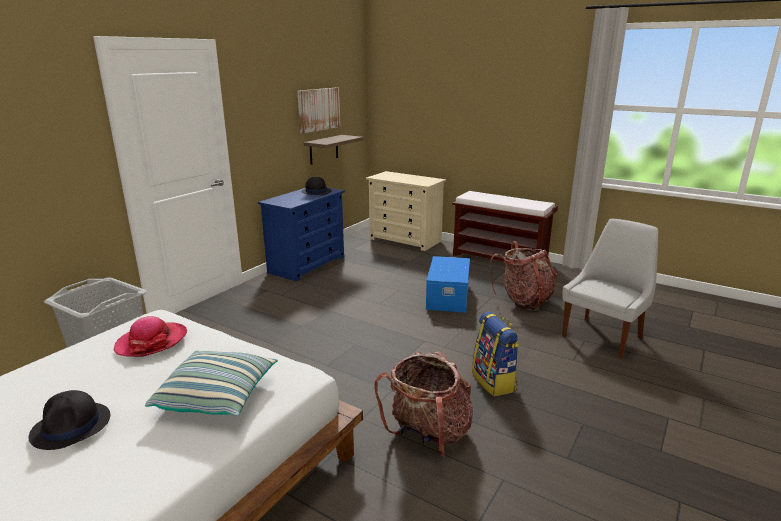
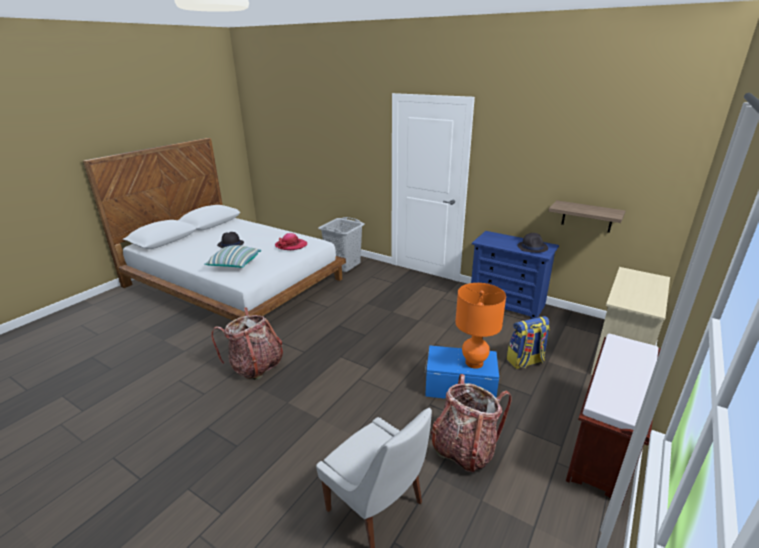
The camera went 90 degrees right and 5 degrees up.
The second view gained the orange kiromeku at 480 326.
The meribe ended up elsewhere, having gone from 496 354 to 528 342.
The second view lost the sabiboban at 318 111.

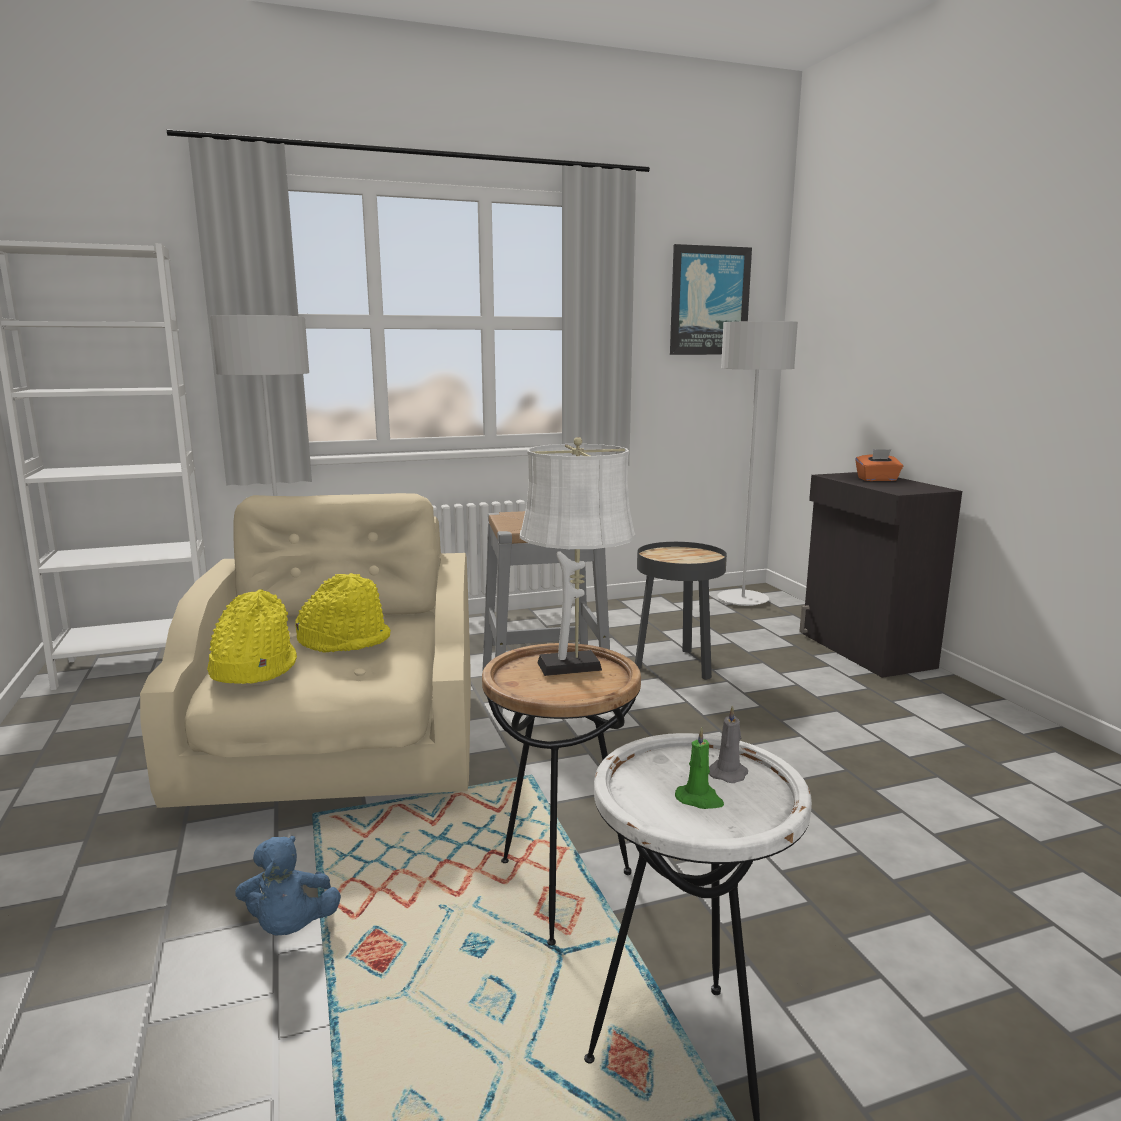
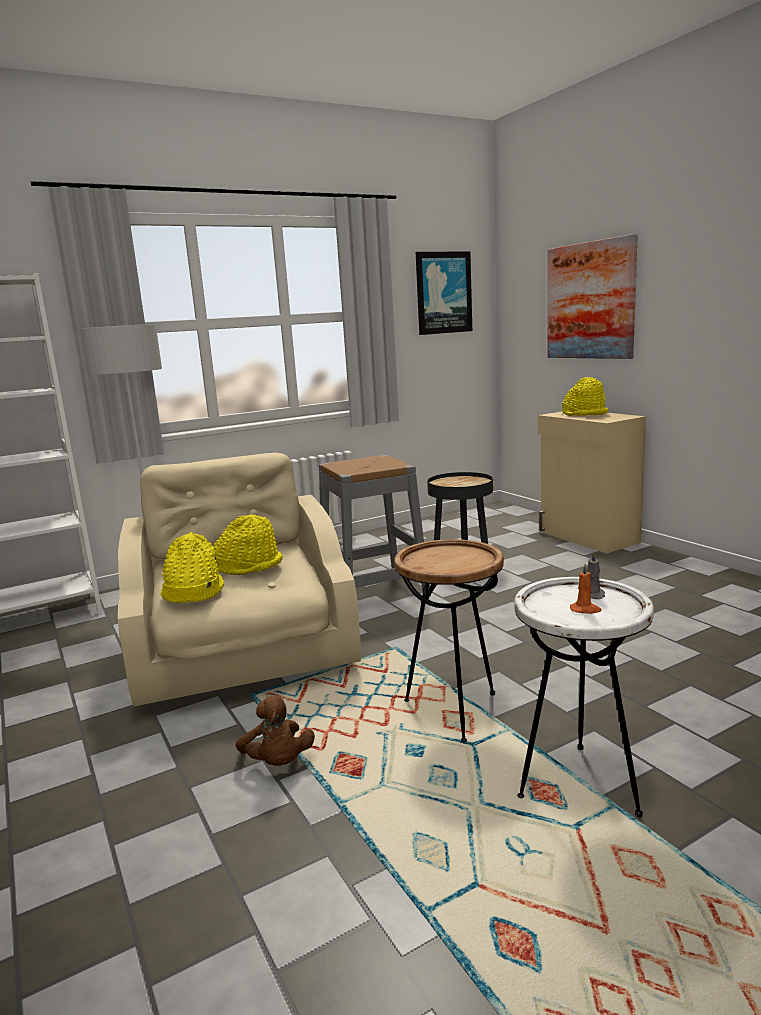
The camera went 10 degrees left and 0 degrees up.
What was the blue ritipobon at 288 885 turned into the brown ritipobon at 275 730.
What was the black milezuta at 880 575 turned into the beige milezuta at 592 483.
The second view gained the sabiboban at 592 296.
Where the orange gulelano stood at 879 465, the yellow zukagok came to stand at 585 396.
What was the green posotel at 699 768 turned into the orange posotel at 586 589.
The second view lost the white kiromeku at 578 556.
The second view lost the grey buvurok at 757 463.

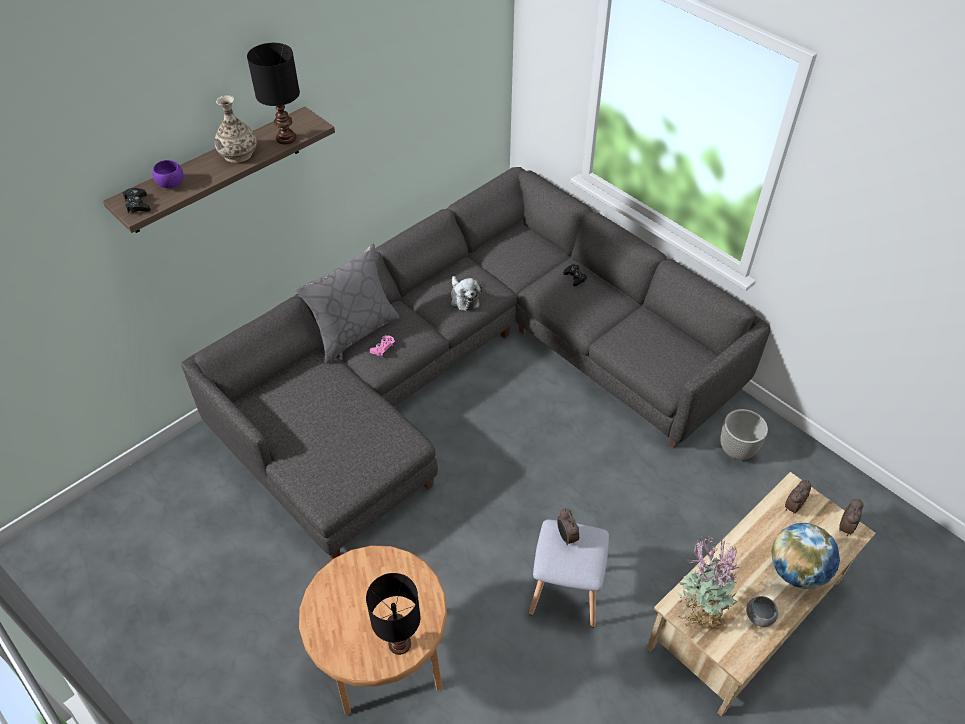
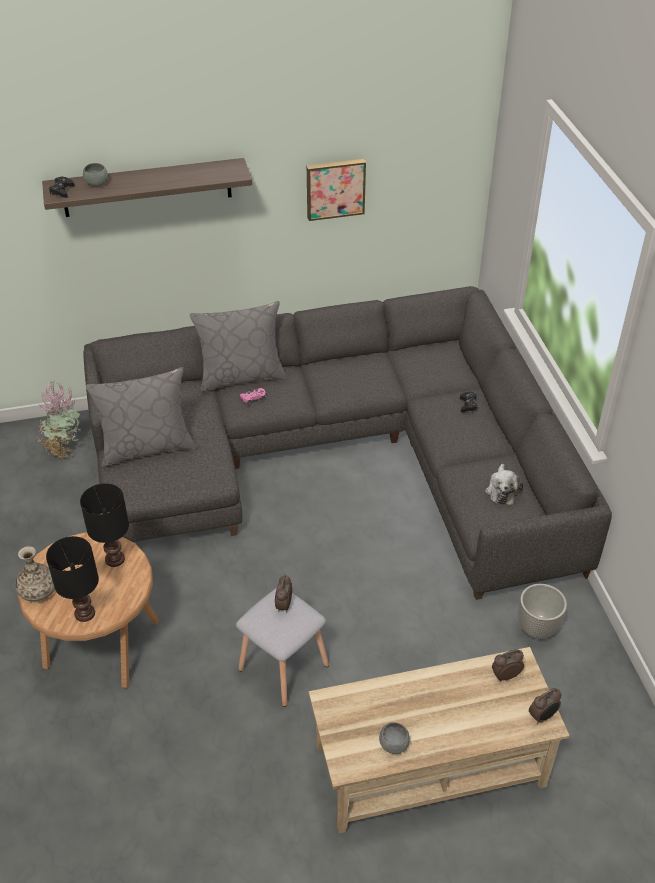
The camera went 30 degrees right and 5 degrees down.
The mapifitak ended up elsewhere, having gone from 236 129 to 35 574.
The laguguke ended up elsewhere, having gone from 709 583 to 59 420.
The black kiromeku ended up elsewhere, having gone from 273 93 to 104 525.
What was the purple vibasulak at 168 174 turned into the grey vibasulak at 95 175.
The second view gained the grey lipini at 141 417.
The second view gained the sabiboban at 336 190.
The ritipobon ended up elsewhere, having gone from 466 293 to 504 484.
The second view lost the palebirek at 805 556.

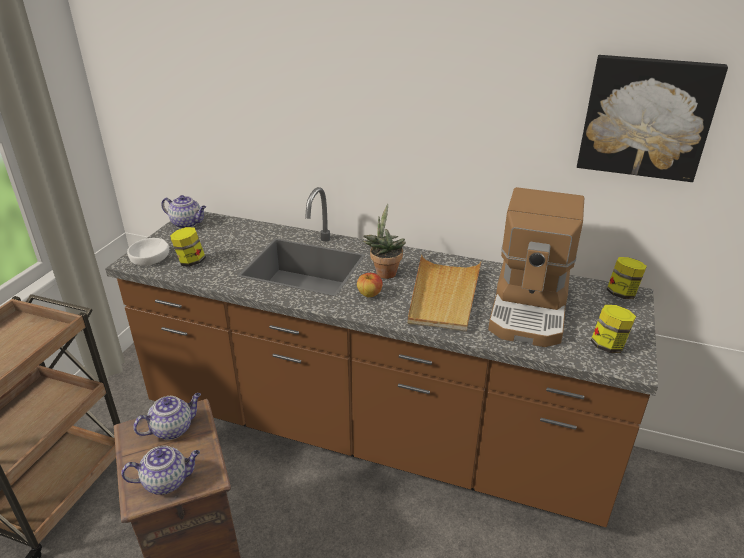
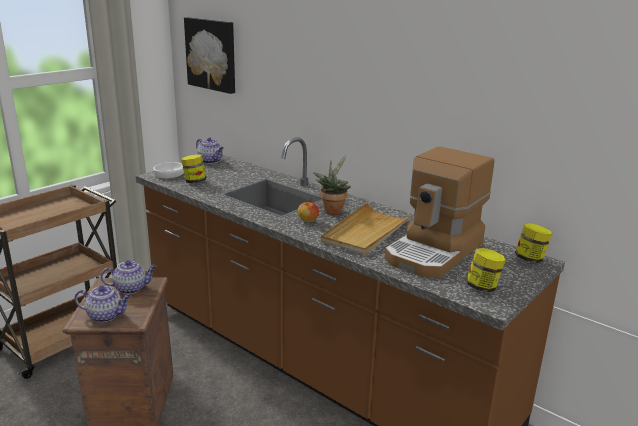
The camera went 20 degrees right and 10 degrees down.
The sabiboban ended up elsewhere, having gone from 652 118 to 209 55.

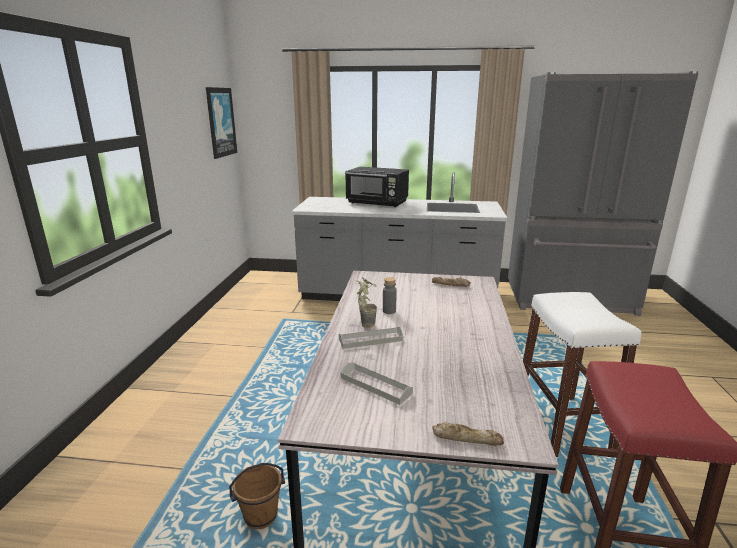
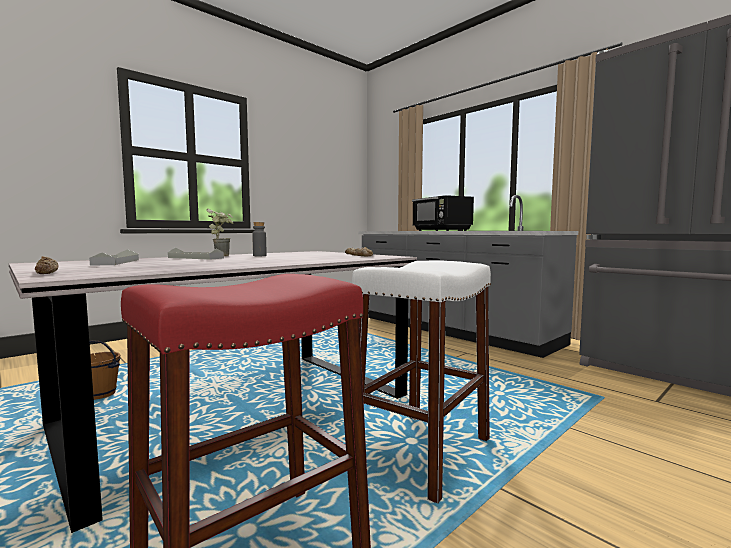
The camera went 40 degrees right and 15 degrees down.
The second view lost the sabiboban at 221 123.

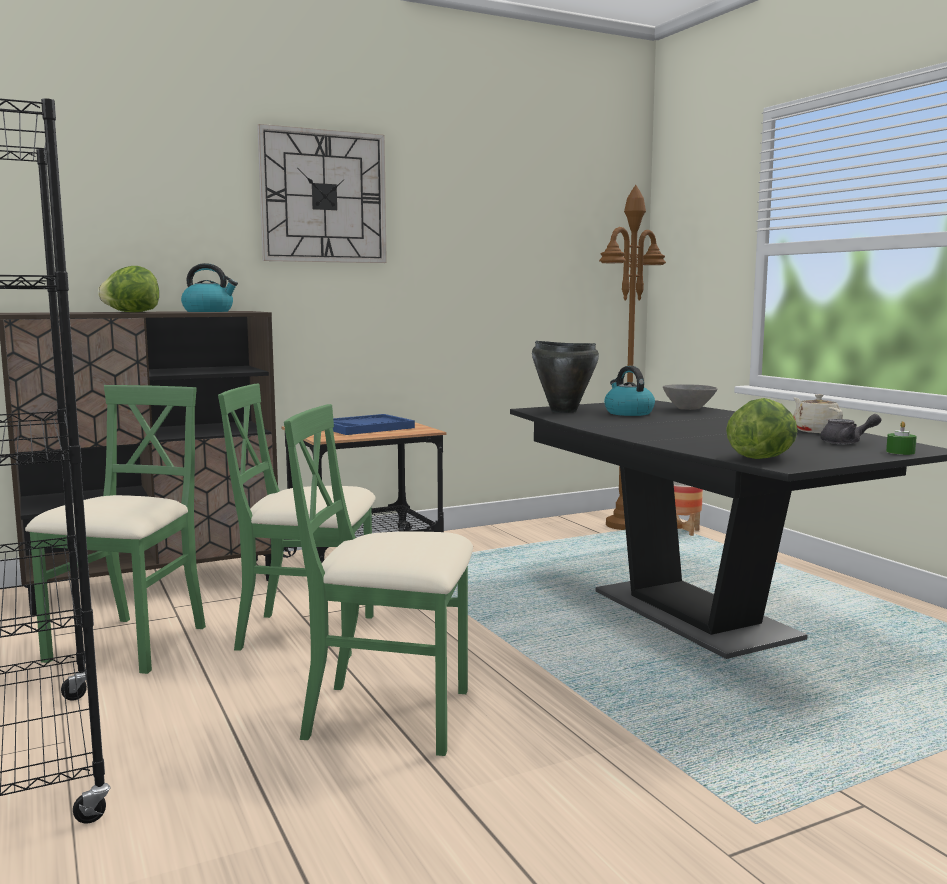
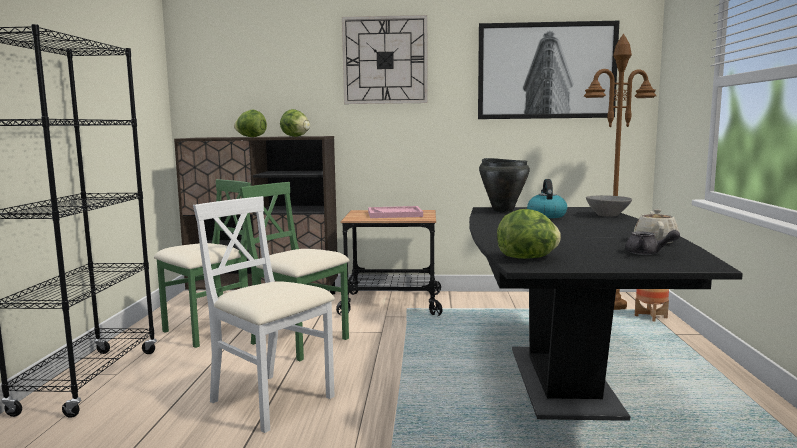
The camera went 30 degrees right and 0 degrees up.
What was the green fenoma at 378 580 turned into the white fenoma at 264 314.
Where the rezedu stood at 209 287, the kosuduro came to stand at 295 123.
What was the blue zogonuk at 374 424 turned into the pink zogonuk at 395 212.
The second view gained the sabiboban at 548 70.
The second view lost the green posotel at 901 438.

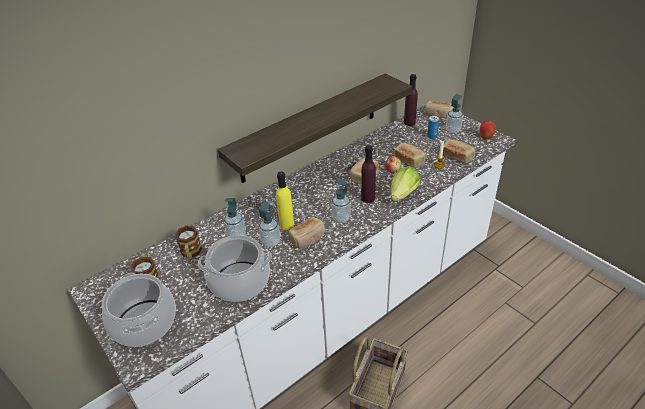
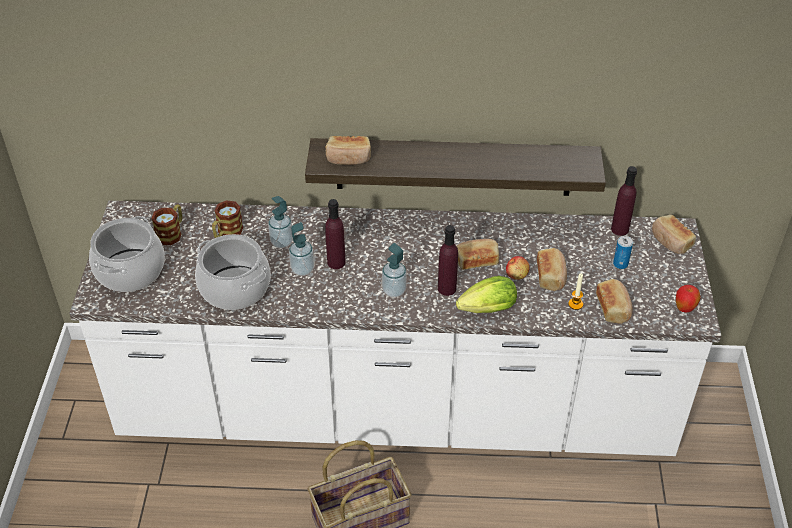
The camera went 40 degrees right and 5 degrees up.
What was the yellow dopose at 285 200 turned into the purple dopose at 335 234.
The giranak ended up elsewhere, having gone from 306 233 to 348 150.
The second view lost the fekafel at 454 113.

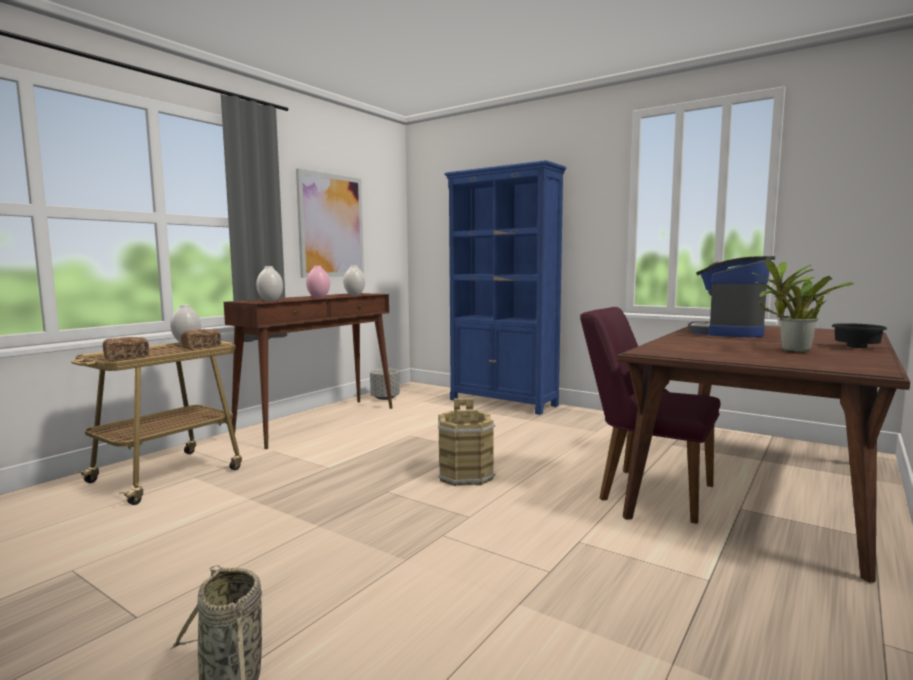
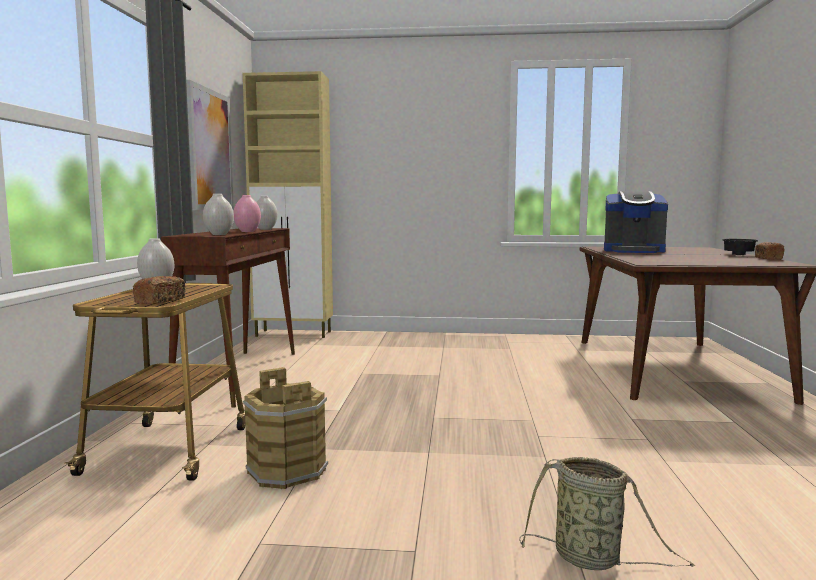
The camera went 30 degrees left and 0 degrees up.
The second view gained the beige milezuta at 288 204.
The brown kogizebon ended up elsewhere, having gone from 466 442 to 285 428.
The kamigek at 731 296 ended up facing another way, 75 degrees counterclockwise from before.
The giranak ended up elsewhere, having gone from 201 339 to 770 251.
The second view lost the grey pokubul at 385 384.
The second view lost the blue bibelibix at 505 287.
The second view lost the purple fenoma at 650 415.
The second view lost the laguguke at 803 306.

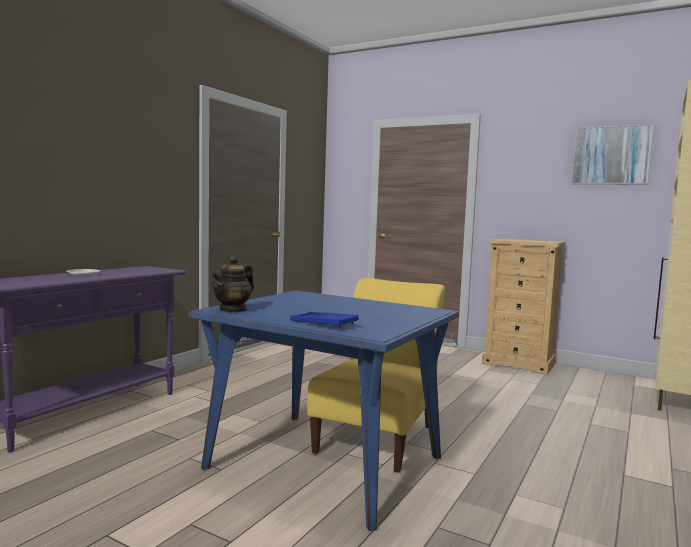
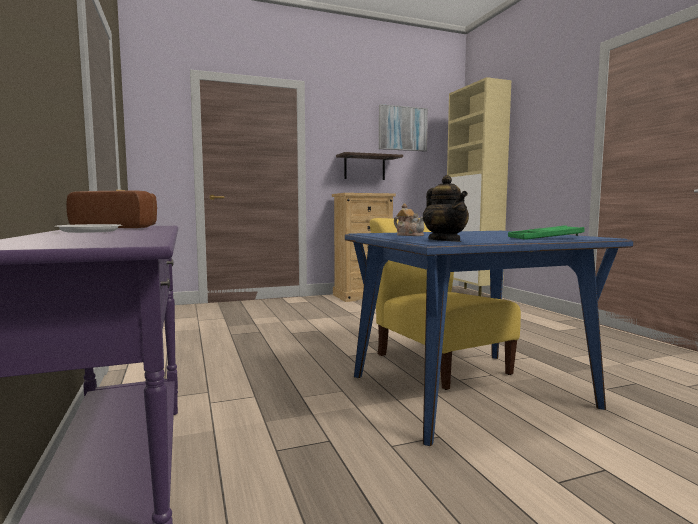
The camera went 50 degrees left and 0 degrees up.
The second view gained the giranak at 111 209.
The second view gained the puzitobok at 369 166.
The second view gained the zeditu at 409 219.
What was the blue zogonuk at 324 319 turned into the green zogonuk at 546 232.

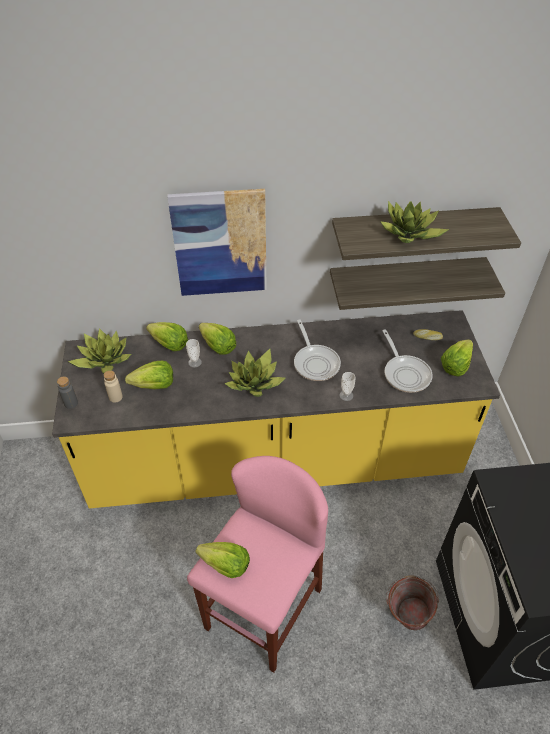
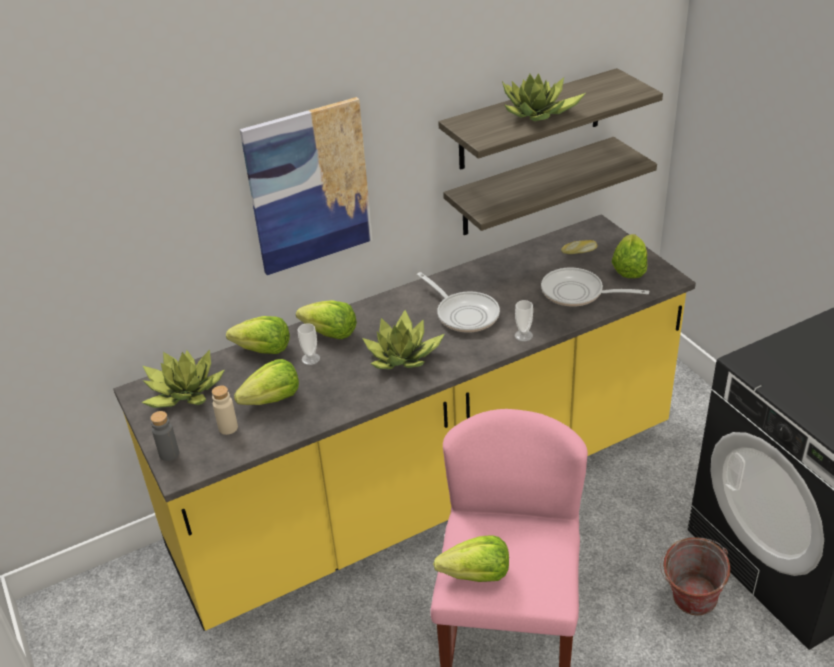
The camera went 20 degrees left and 10 degrees down.
The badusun at 407 361 ended up facing another way, 150 degrees clockwise from before.

